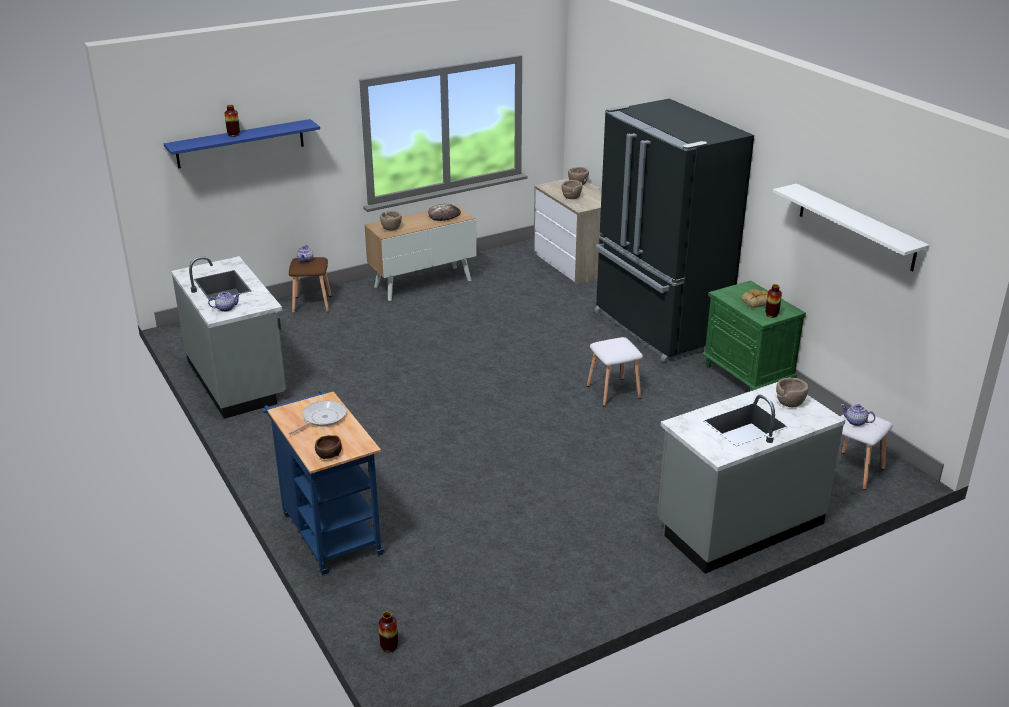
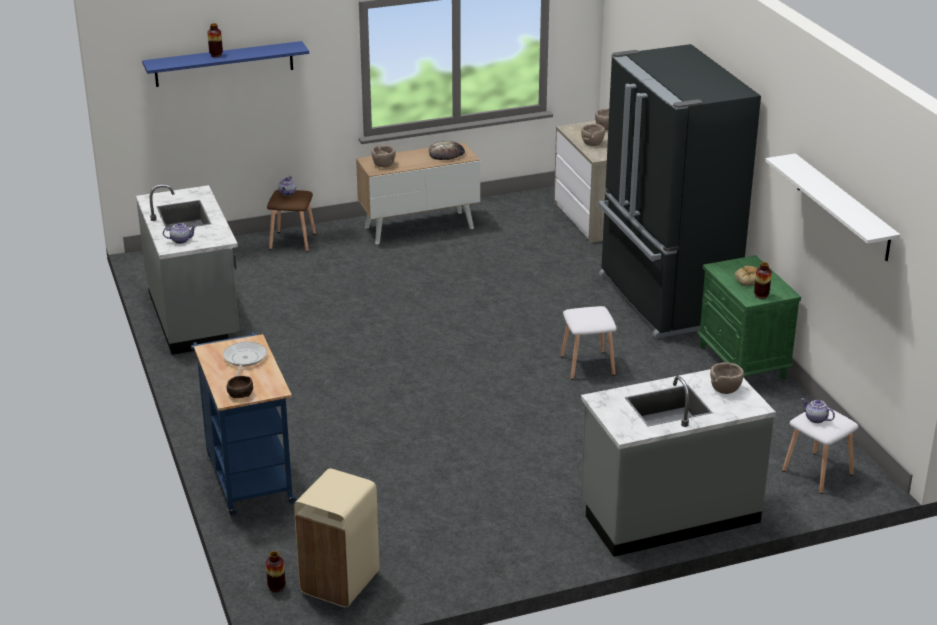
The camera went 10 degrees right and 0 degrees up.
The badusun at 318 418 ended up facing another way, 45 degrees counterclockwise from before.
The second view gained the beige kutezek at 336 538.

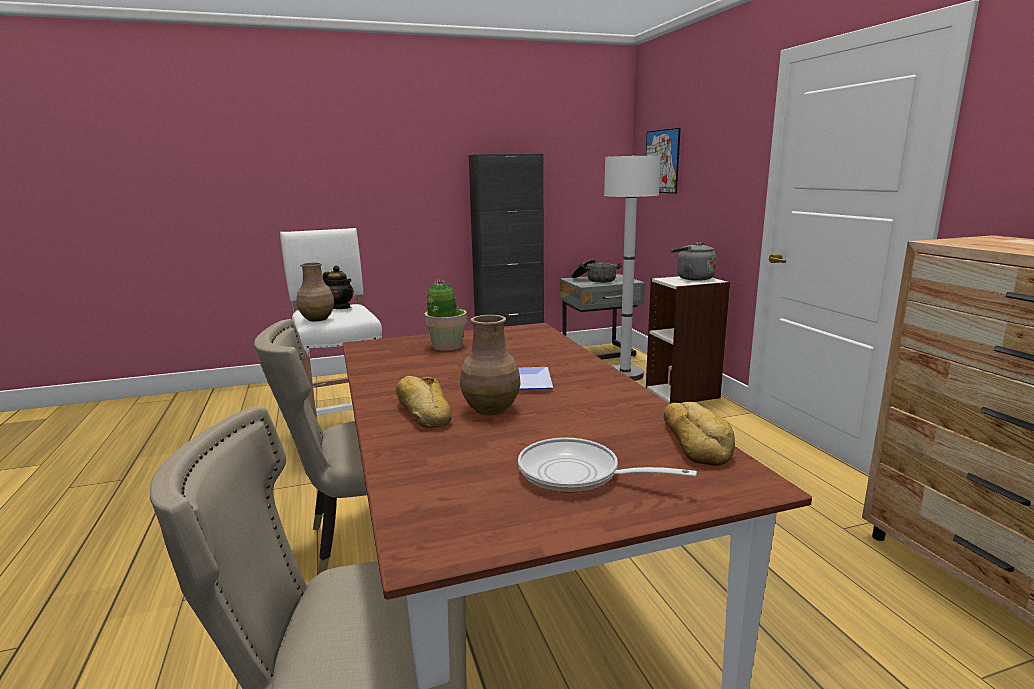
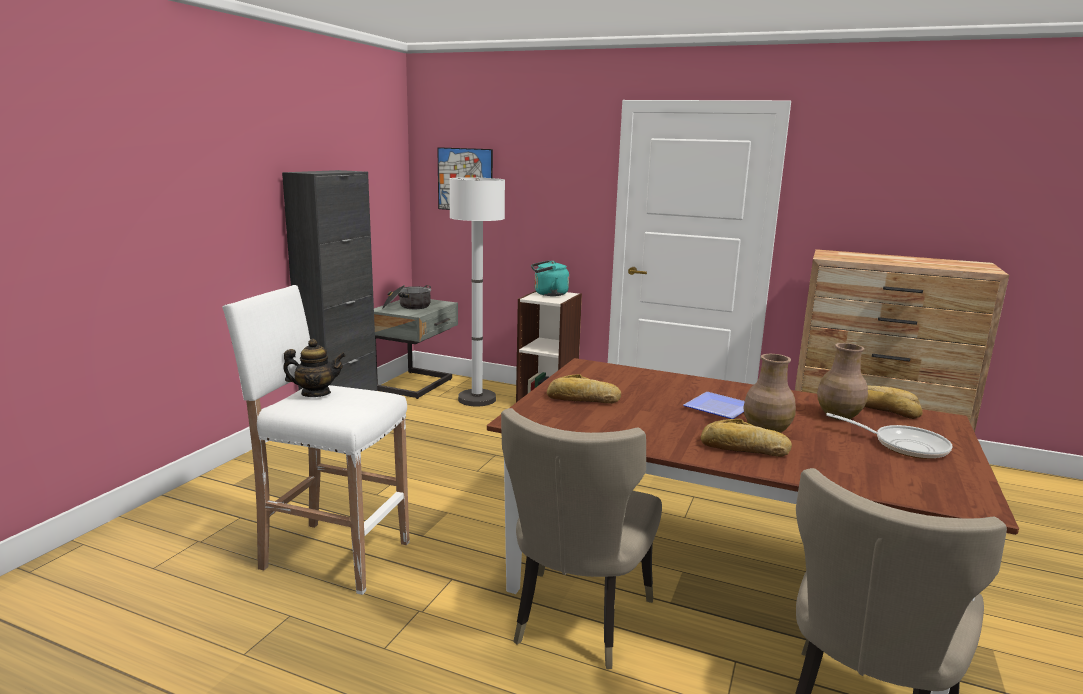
The camera went 50 degrees left and 0 degrees up.
What was the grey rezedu at 693 261 turned into the turquoise rezedu at 550 278.
Where the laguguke stood at 445 315, the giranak came to stand at 584 389.
The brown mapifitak ended up elsewhere, having gone from 315 292 to 842 381.
The badusun at 607 465 ended up facing another way, 120 degrees counterclockwise from before.

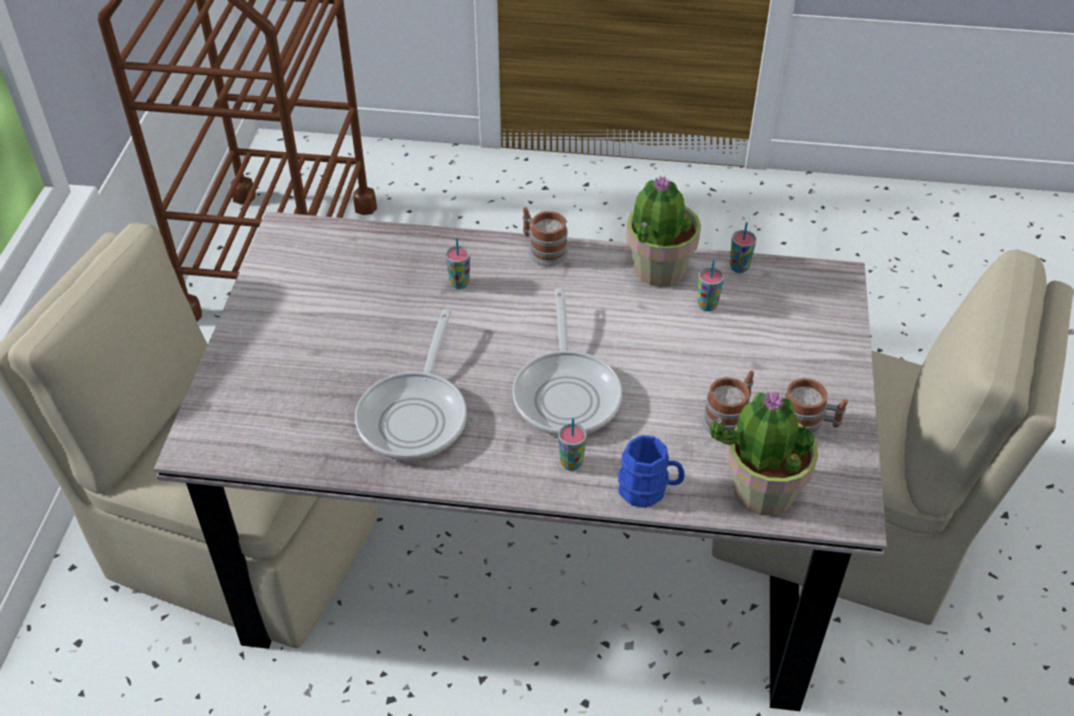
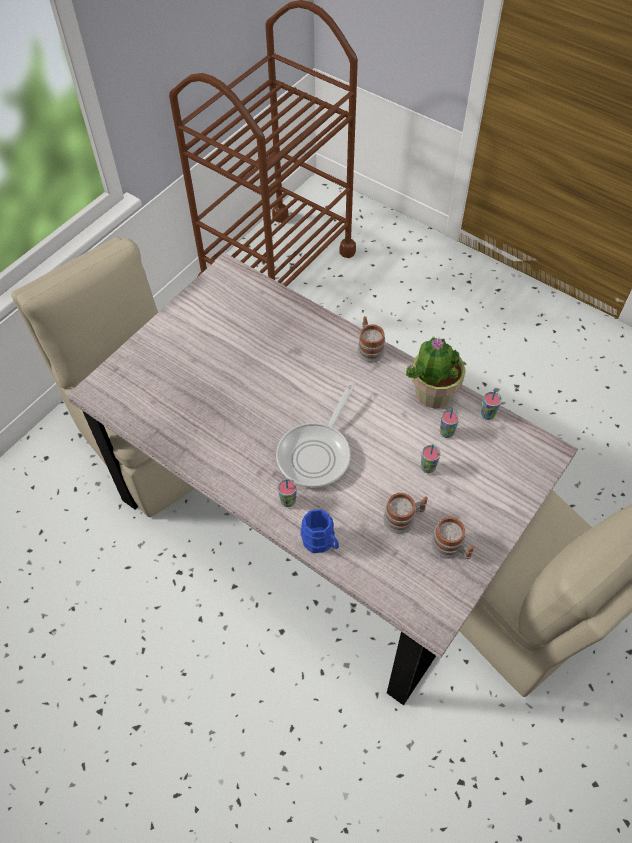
The camera went 30 degrees right and 10 degrees up.
The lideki ended up elsewhere, having gone from 457 263 to 431 458.
The second view lost the badusun at 411 384.
The second view lost the laguguke at 764 453.

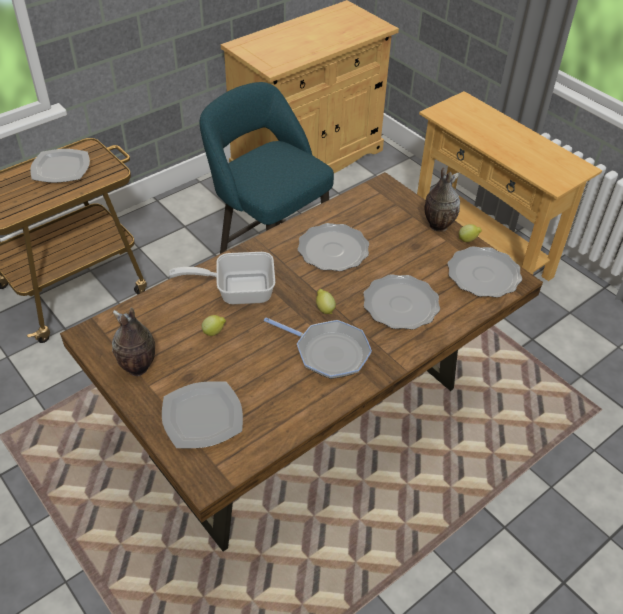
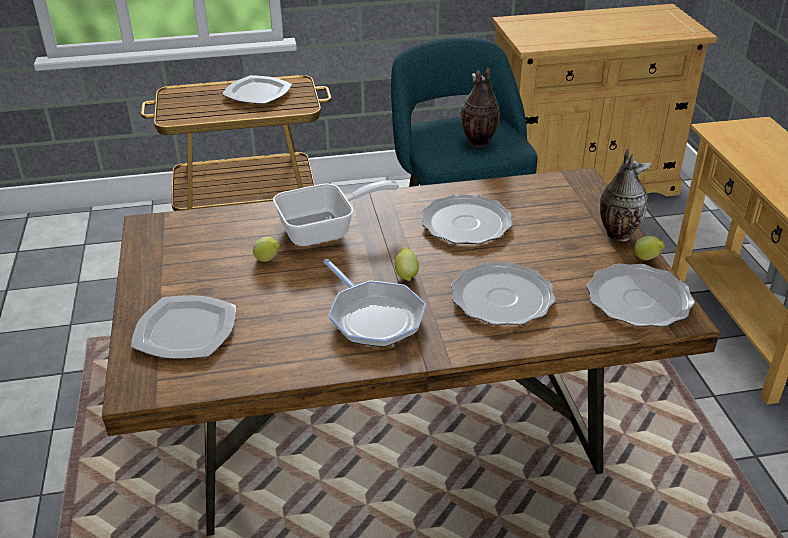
The camera went 30 degrees right and 10 degrees down.
The badusun at 222 278 ended up facing another way, 135 degrees clockwise from before.
The mapifitak ended up elsewhere, having gone from 133 341 to 480 107.

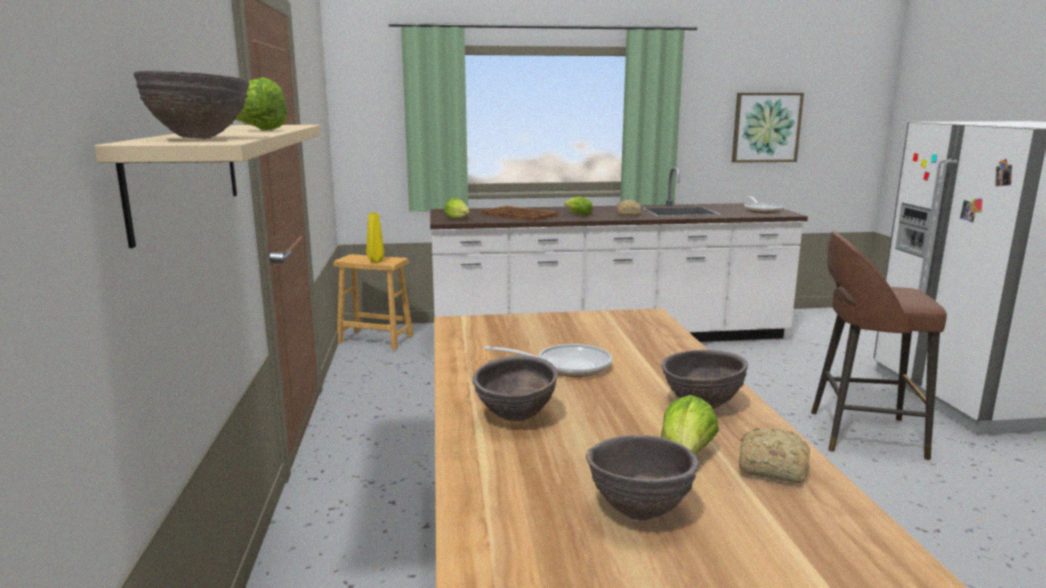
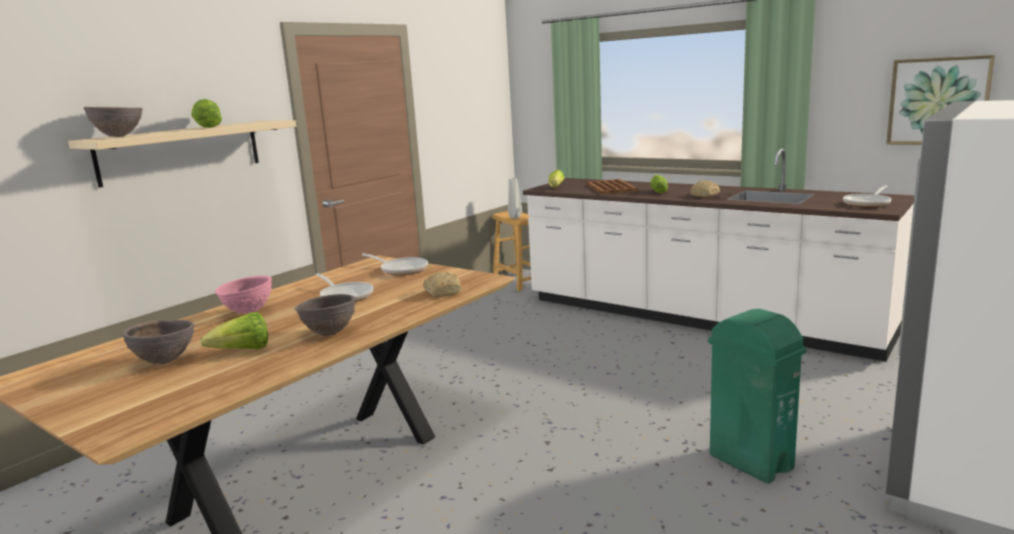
The camera went 45 degrees right and 0 degrees up.
What was the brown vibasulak at 515 388 turned into the pink vibasulak at 243 294.
The second view gained the badusun at 395 264.
The giranak ended up elsewhere, having gone from 774 455 to 442 284.
What was the yellow mapifitak at 375 238 turned into the grey mapifitak at 515 198.
Where the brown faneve stood at 879 345, the green kutezek came to stand at 757 396.

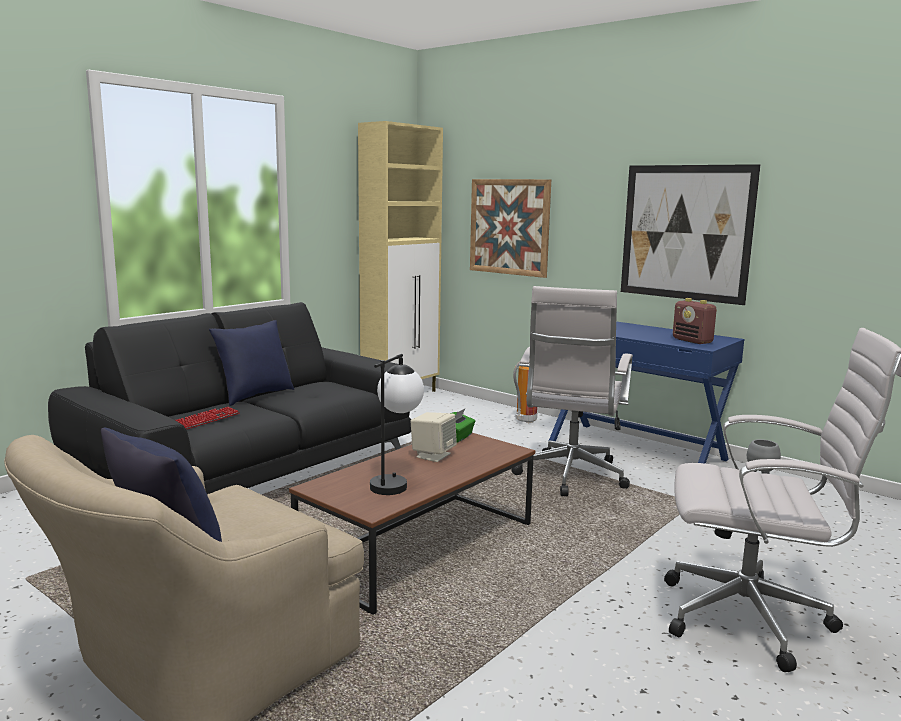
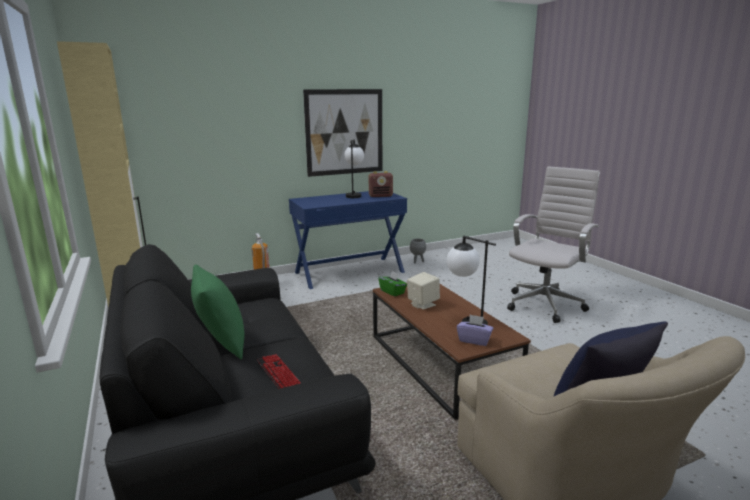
The camera went 65 degrees left and 5 degrees up.
What was the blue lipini at 251 363 turned into the green lipini at 217 312.
The second view gained the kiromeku at 354 168.
The second view gained the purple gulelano at 475 330.
The second view lost the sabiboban at 510 228.
The second view lost the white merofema at 572 391.

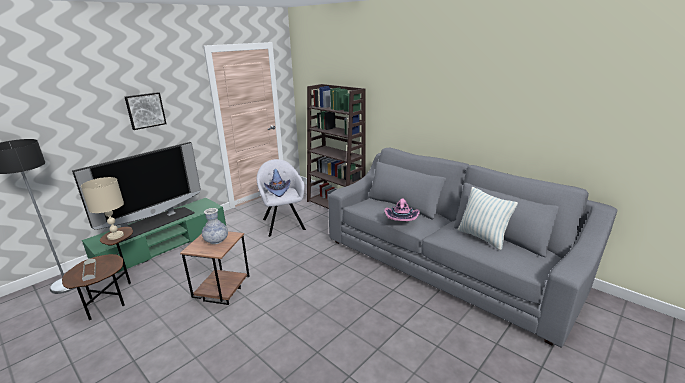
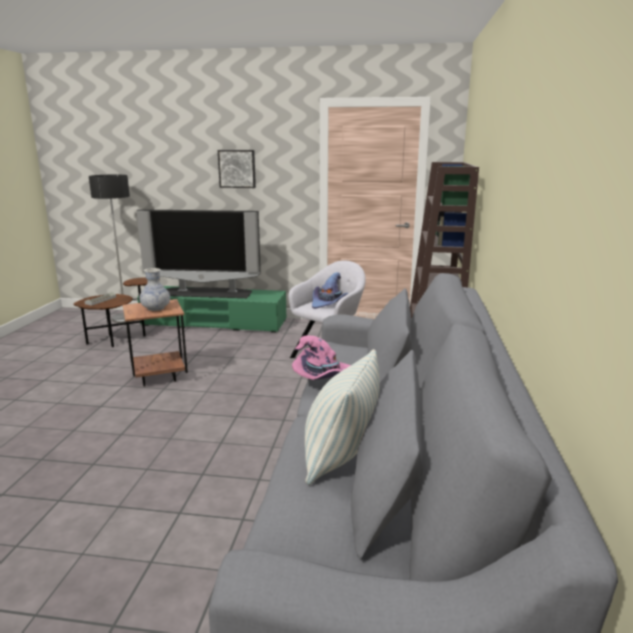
The camera went 55 degrees right and 5 degrees down.
The second view lost the beige kiromeku at 102 208.

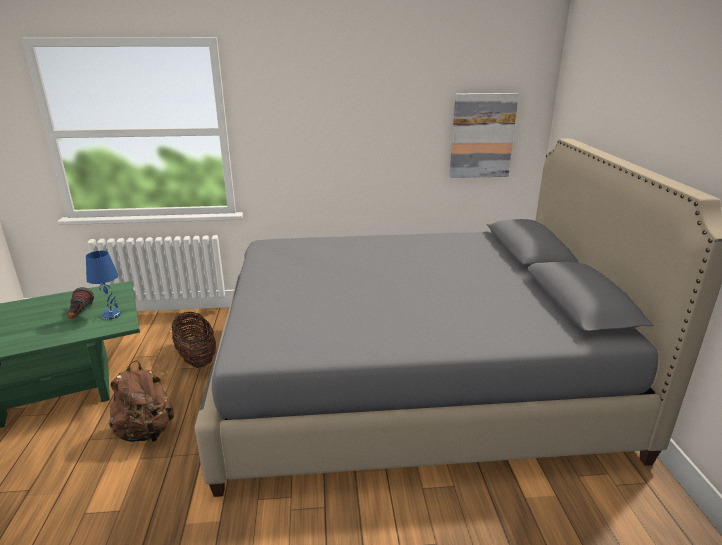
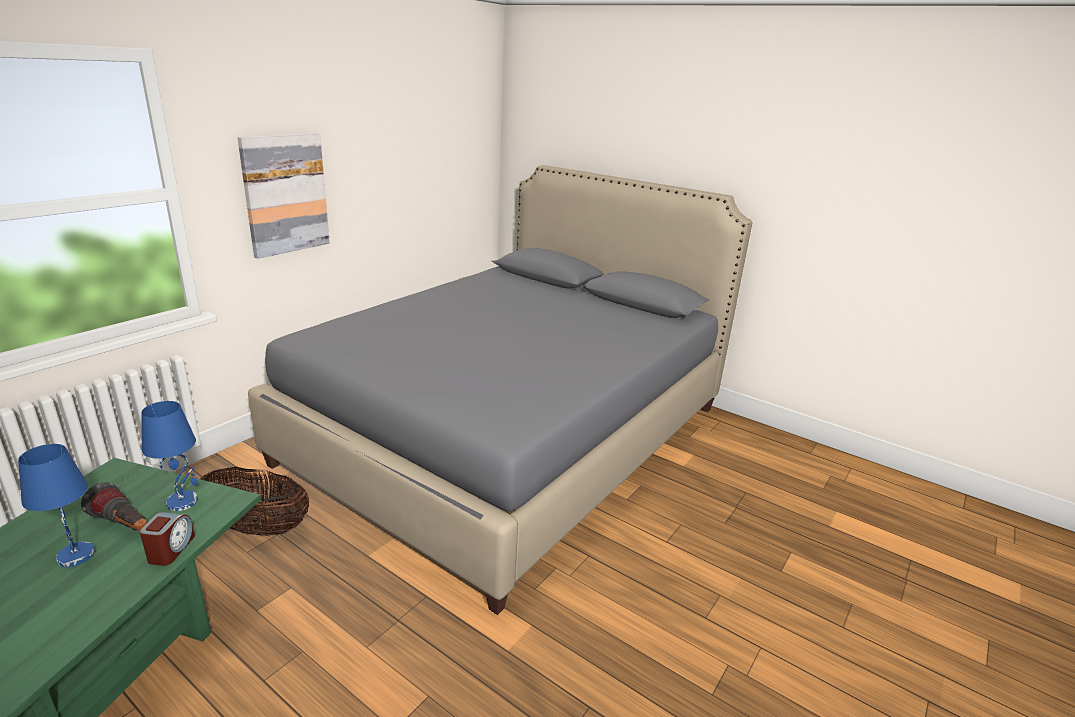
The camera went 50 degrees left and 0 degrees up.
The second view gained the blue kiromeku at 56 505.
The second view gained the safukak at 167 539.
The sabiboban ended up elsewhere, having gone from 484 135 to 284 196.
The second view lost the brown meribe at 141 401.

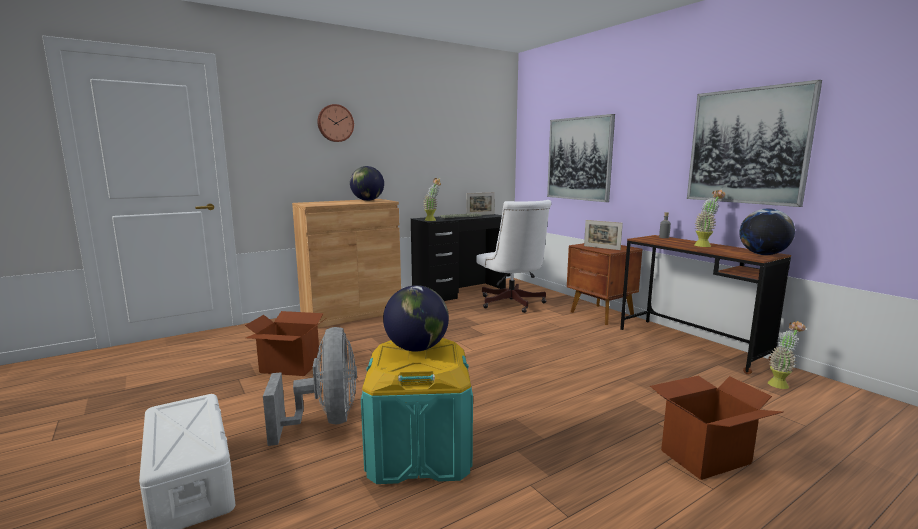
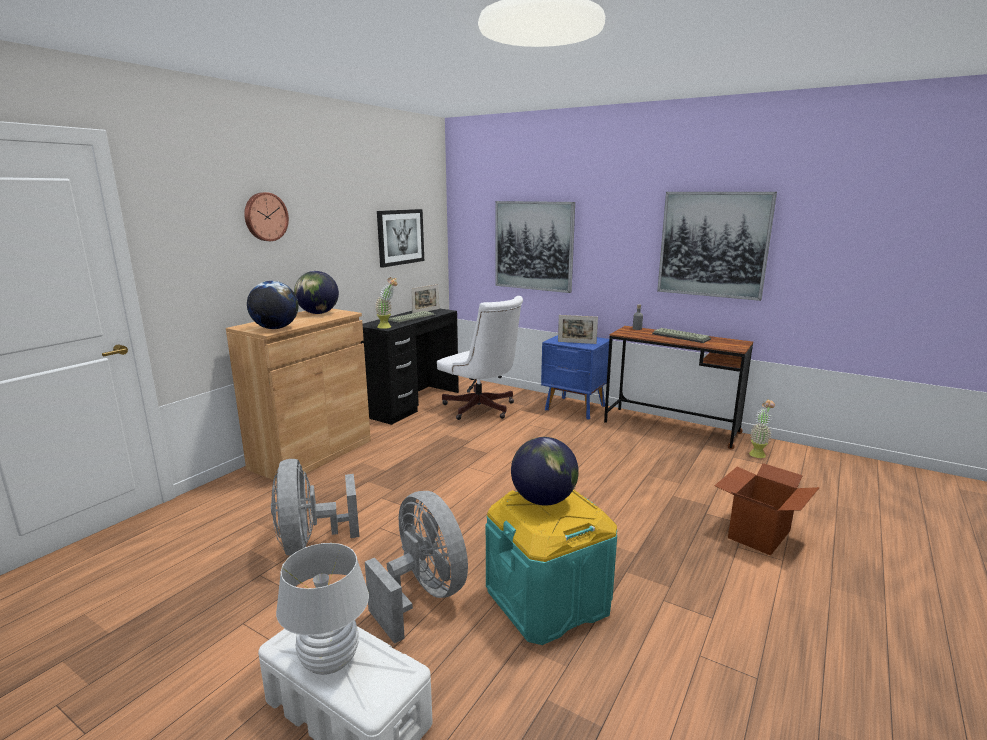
The camera went 25 degrees left and 5 degrees up.
The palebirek ended up elsewhere, having gone from 767 231 to 272 305.
Where the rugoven stood at 285 343, the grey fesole came to stand at 315 507.
The second view gained the white kiromeku at 322 609.
The second view gained the sabiboban at 400 238.
What was the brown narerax at 605 284 turned into the blue narerax at 575 377.
Where the laguguke stood at 709 218, the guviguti came to stand at 681 335.

